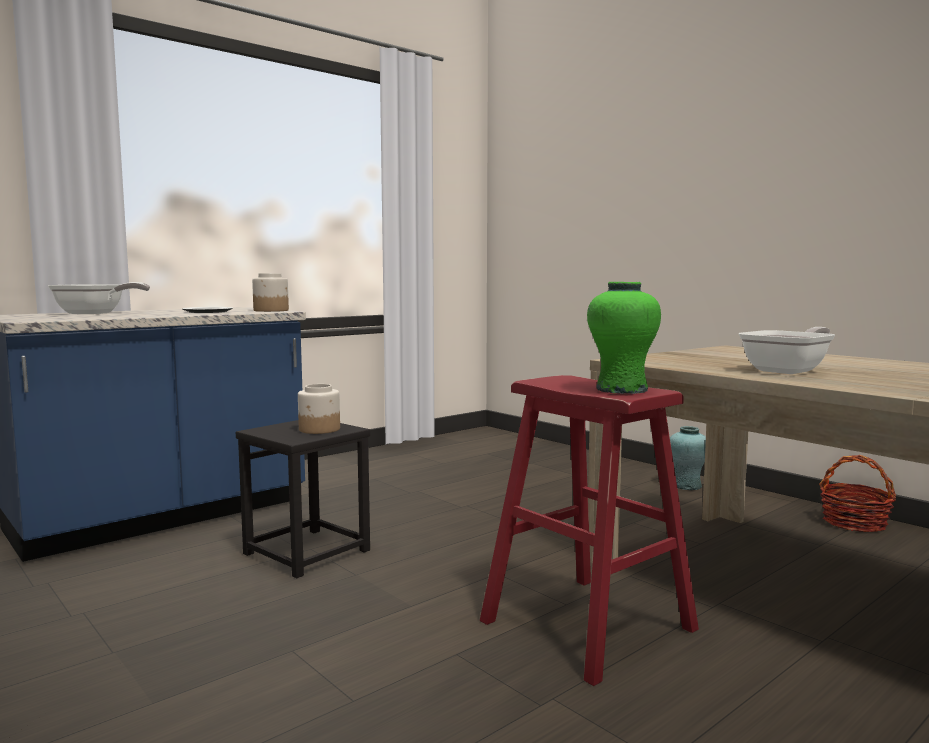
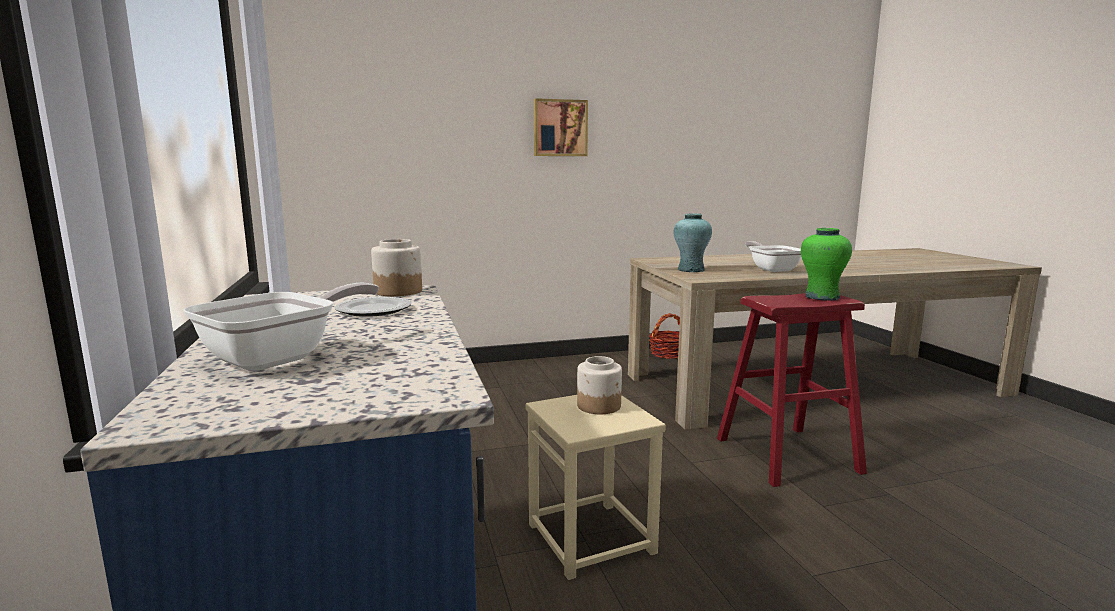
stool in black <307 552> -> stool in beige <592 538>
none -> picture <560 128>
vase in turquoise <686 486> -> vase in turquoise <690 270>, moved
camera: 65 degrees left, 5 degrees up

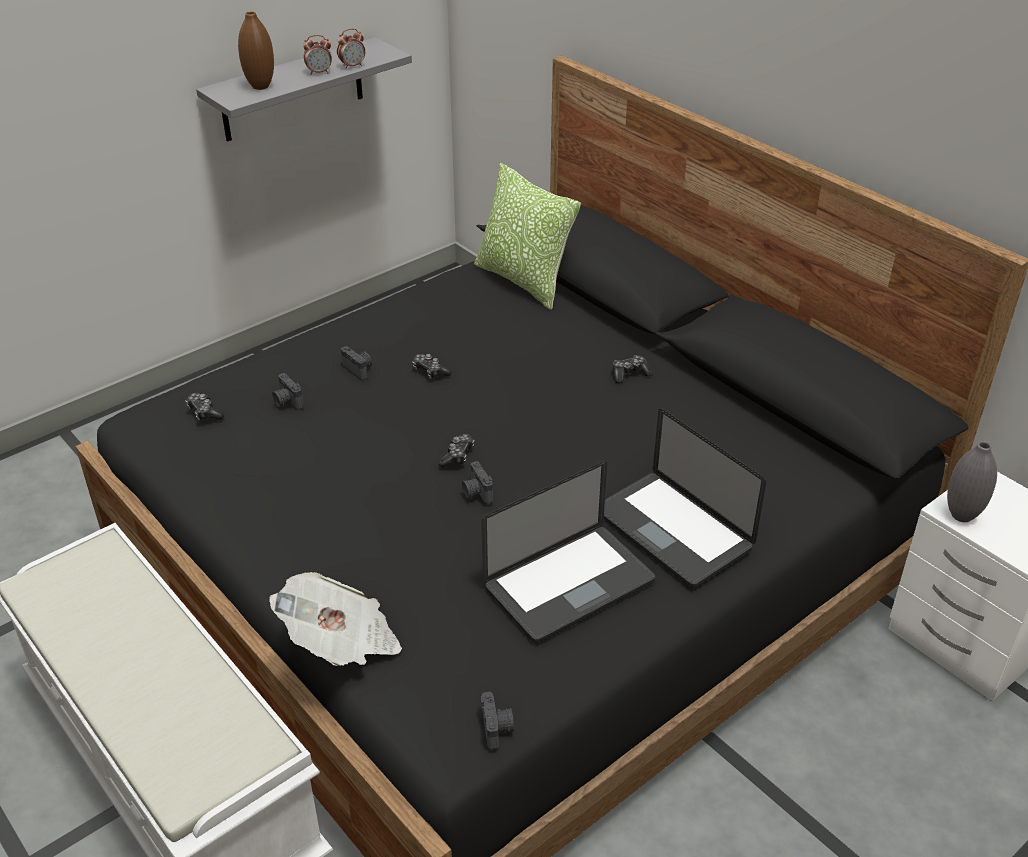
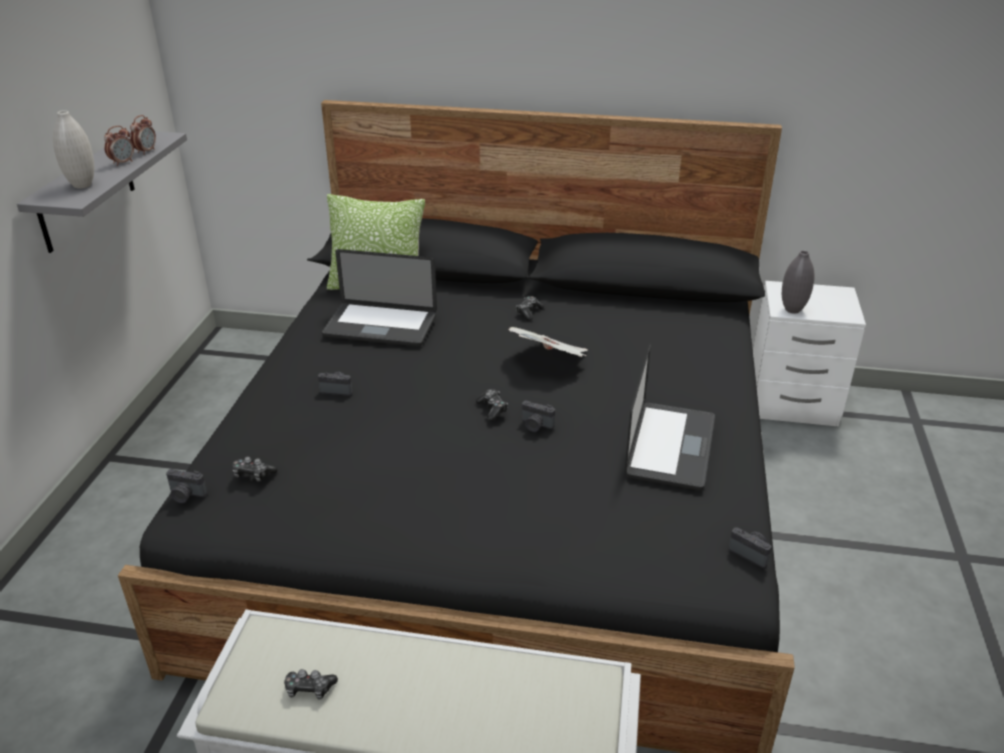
vase in brown <260 86> -> vase in white <82 185>
photo camera <287 402> -> photo camera <186 495>, moved
game controller <430 371> -> game controller <309 689>, moved
laptop <672 530> -> laptop <380 326>, moved
newspaper <341 642> -> newspaper <551 360>, moved
camera: 40 degrees left, 5 degrees down

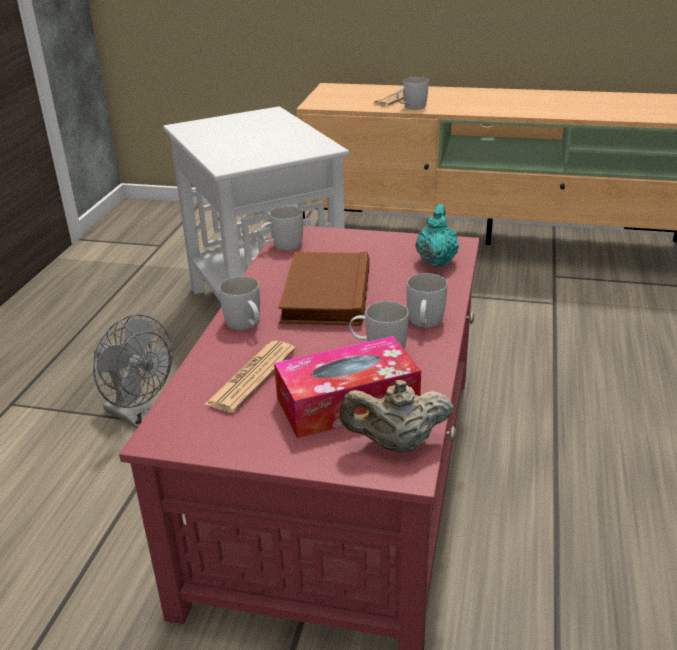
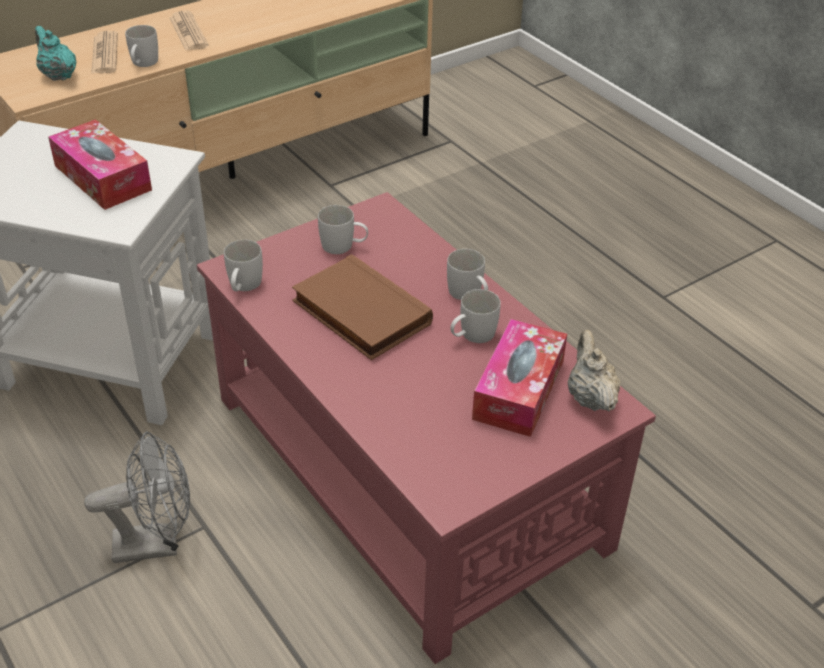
teapot in turquoise <436 260> -> teapot in turquoise <58 75>, moved
none -> tissue box <102 178>
newspaper <252 377> -> newspaper <188 32>, moved
mug in white <246 325> -> mug in white <343 246>, moved
teapot in beige <396 444> -> teapot in beige <589 397>, 135 degrees clockwise
camera: 50 degrees left, 10 degrees up

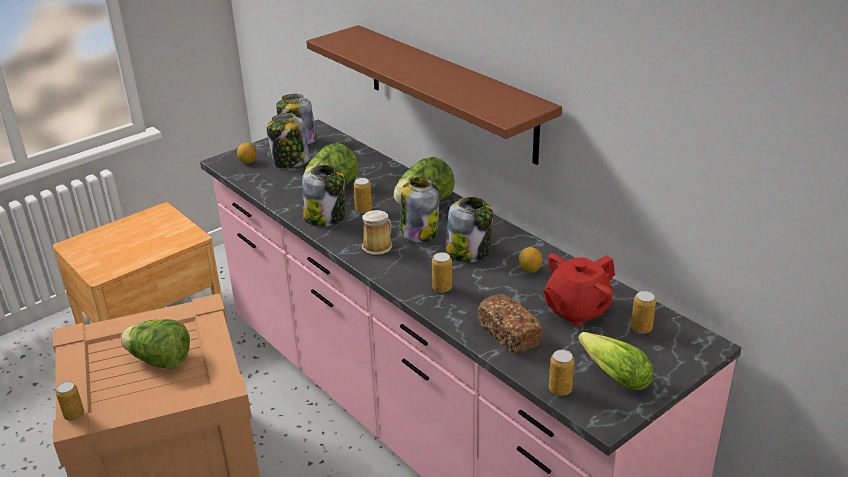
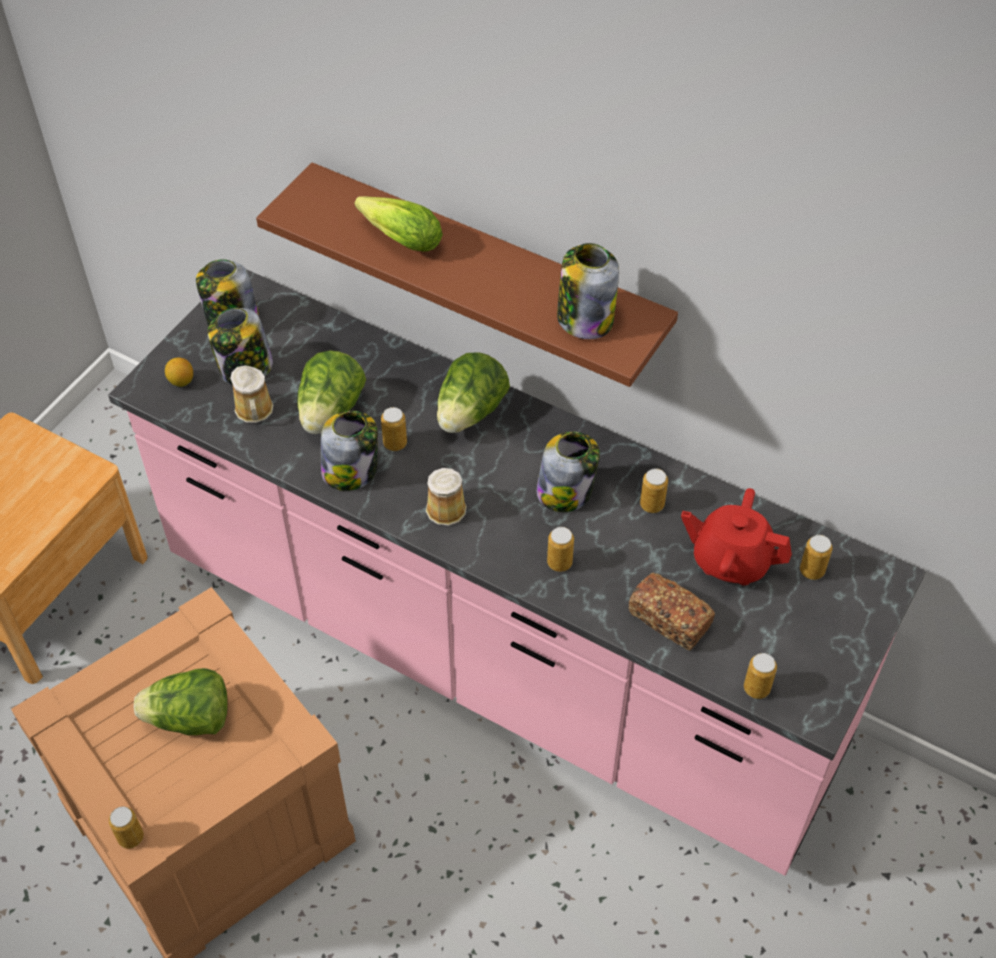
none -> mug <254 411>
lettuce <611 373> -> lettuce <397 237>, moved
jar <419 232> -> jar <584 318>, moved
lemon <530 269> -> can <652 504>
teapot in red <576 310> -> teapot in red <730 560>, 75 degrees clockwise
camera: 20 degrees left, 20 degrees up

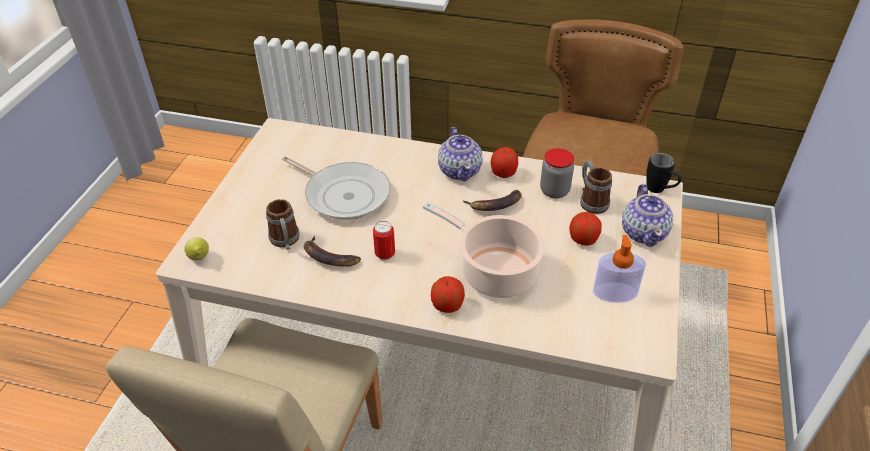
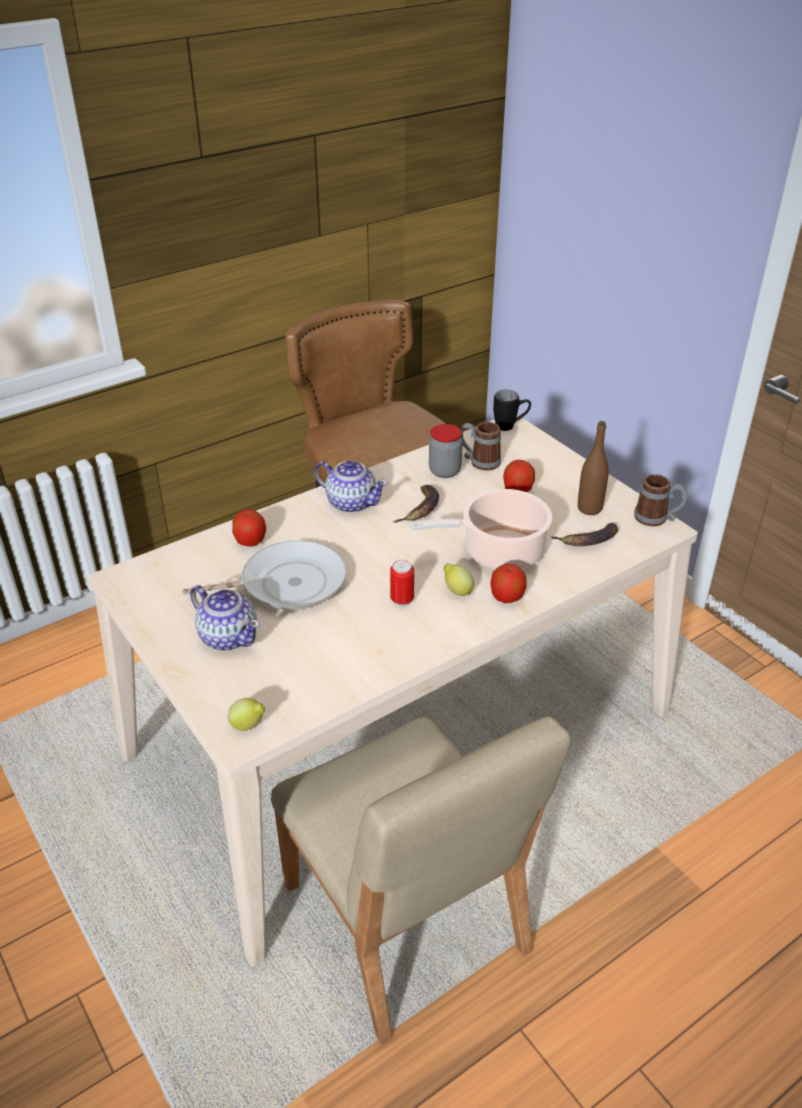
teapot <644 232> -> teapot <228 636>, moved
apple <503 173> -> apple <250 541>, moved
none -> lemon <457 591>
banana <329 257> -> banana <588 540>, moved
soap dispenser <615 292> -> bottle in brown <589 508>
mug <285 241> -> mug <657 519>, moved
camera: 50 degrees left, 5 degrees down

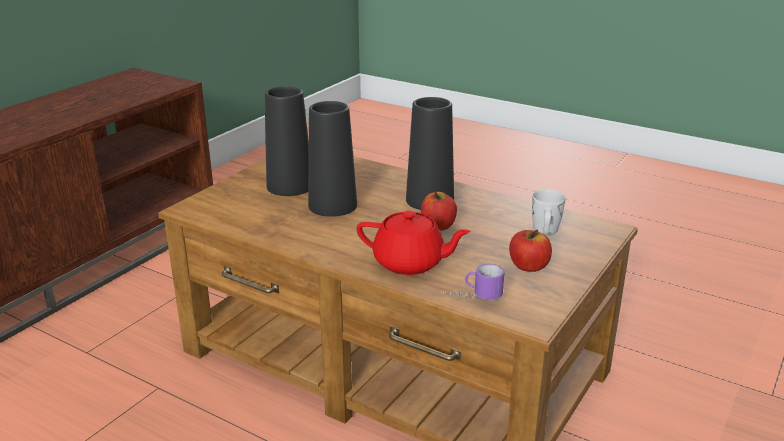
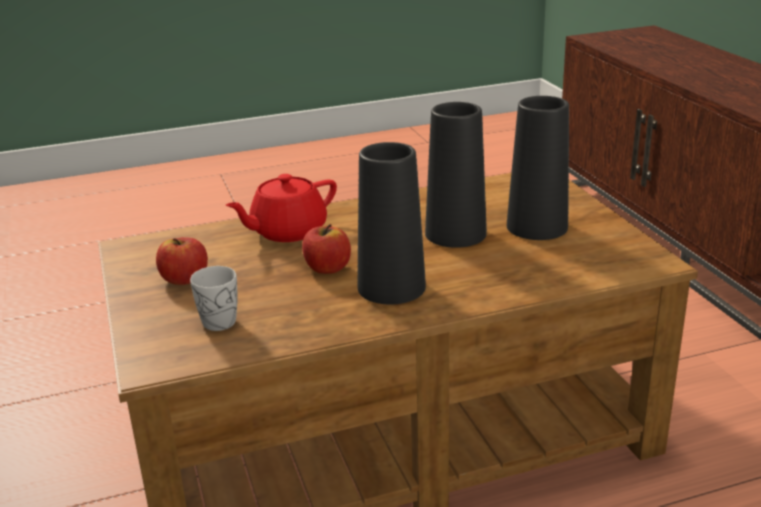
mug <471 298> -> none
camera: 130 degrees right, 0 degrees up

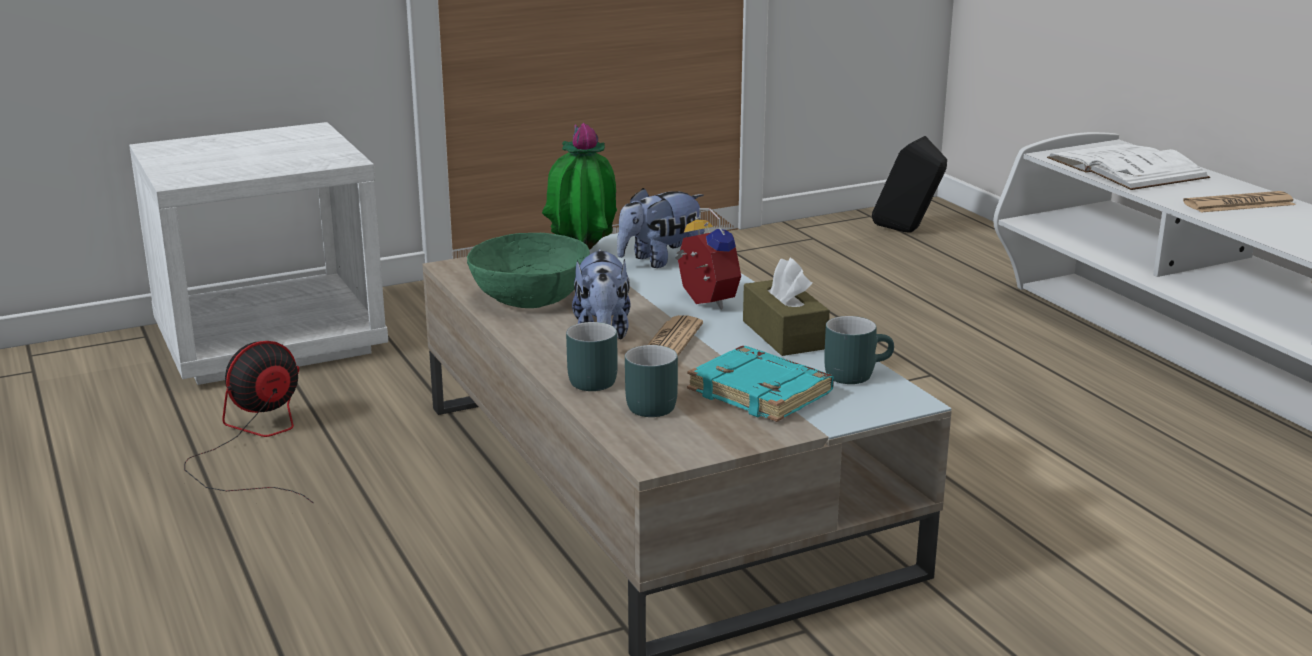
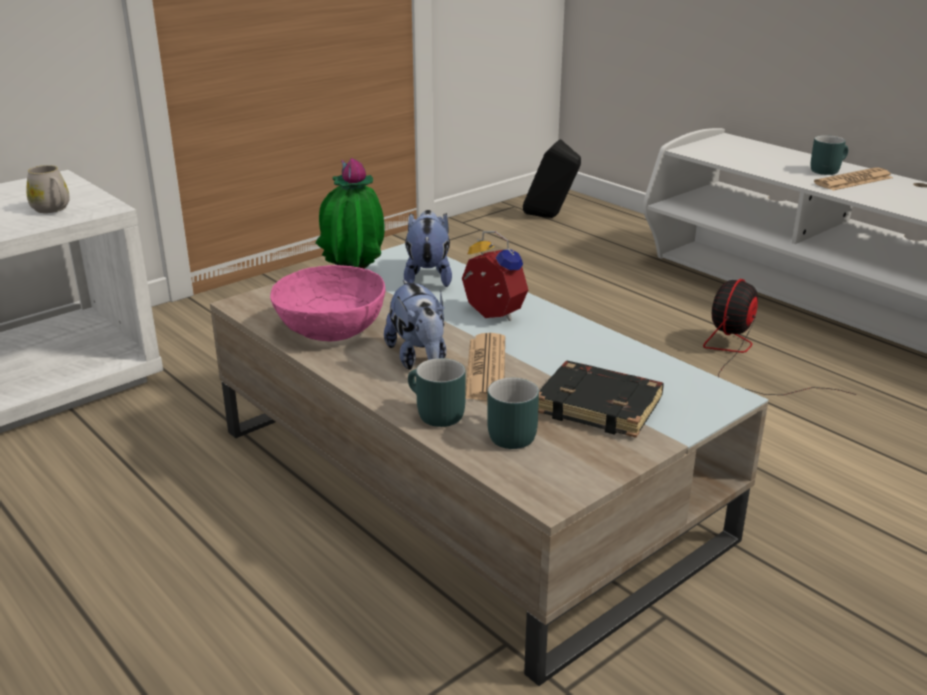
none -> mug in white <53 209>
bowl in green <530 297> -> bowl in pink <331 328>
plush toy <661 261> -> plush toy <428 277>, 135 degrees clockwise
book in turquoise <762 392> -> book in black <600 406>
fan <256 442> -> fan <743 357>, moved
mug in turquoise <855 373> -> mug in turquoise <826 170>, moved
tissue box in brown <784 335> -> none
book in white <1126 168> -> none
camera: 15 degrees left, 5 degrees up

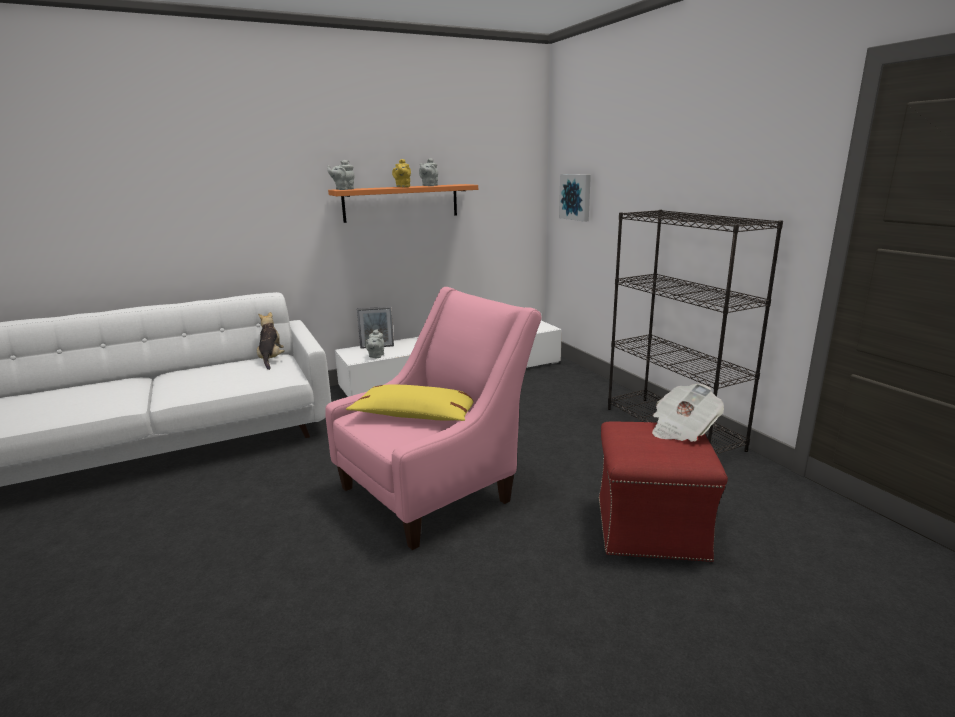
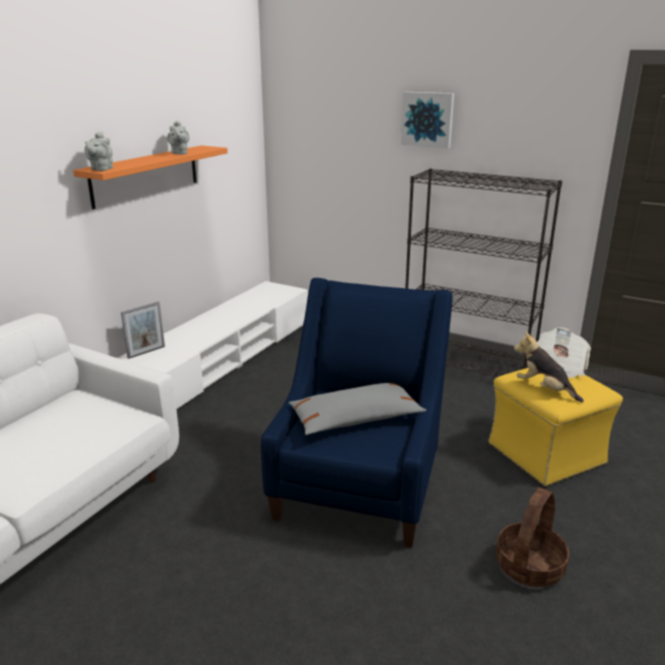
armchair in pink <436 489> -> armchair in blue <359 486>
pillow in yellow <415 415> -> pillow in grey <355 419>
picture <576 197> -> picture <428 119>, moved
ottoman in red <651 528> -> ottoman in yellow <546 454>
none -> basket <530 566>
plush toy <271 359> -> plush toy <544 389>, moved
teapot in grey <375 356> -> none
teapot in yellow <402 187> -> none
camera: 35 degrees left, 5 degrees up

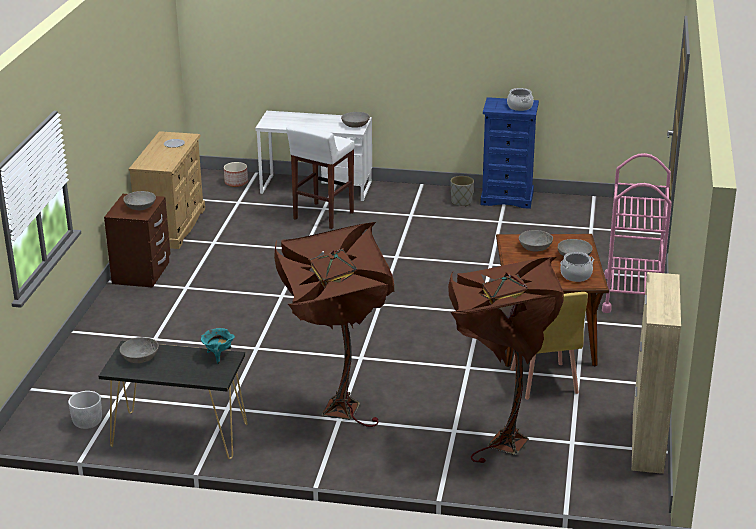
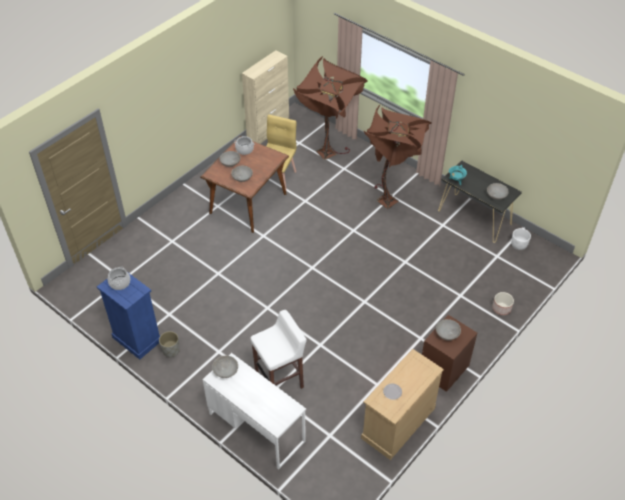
planter <236 183> -> planter <501 308>, moved
cart in pink <632 295> -> none
camera: 150 degrees left, 20 degrees up

